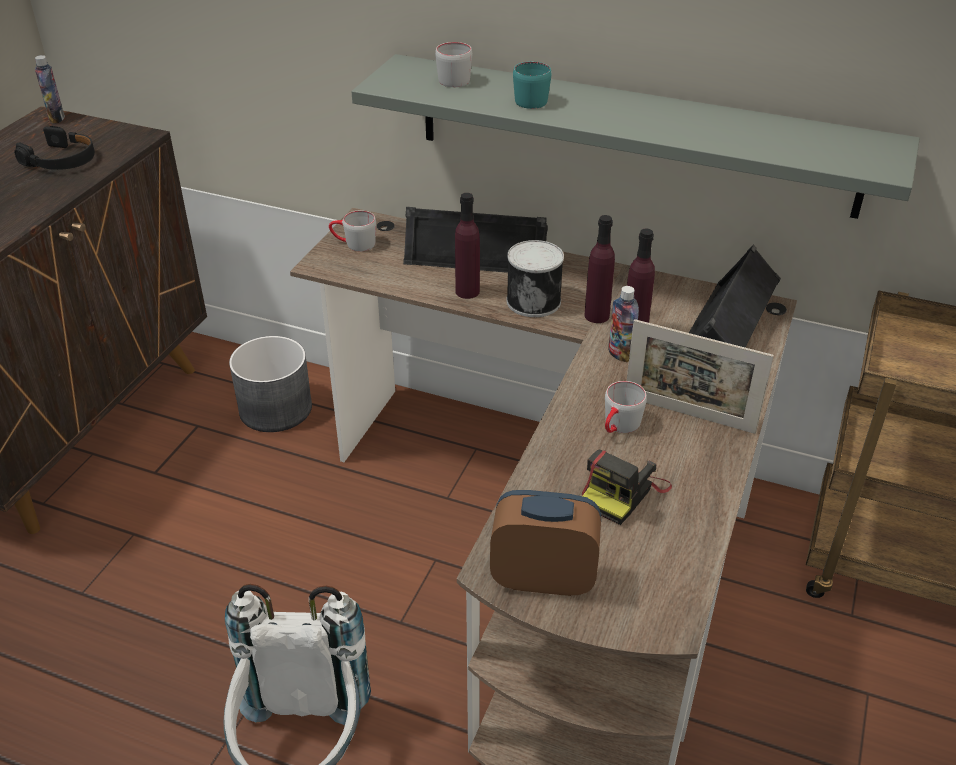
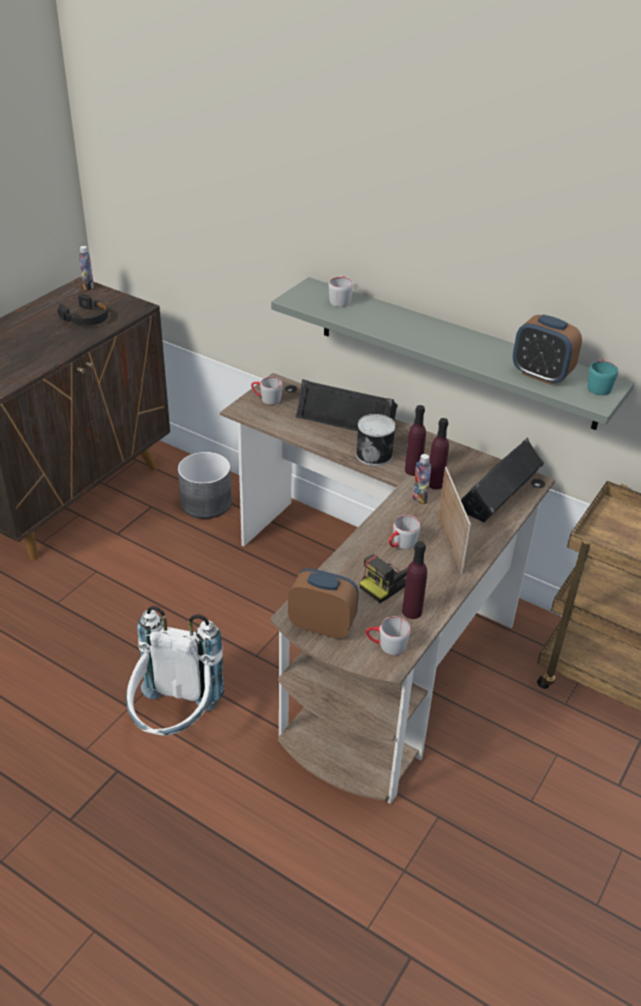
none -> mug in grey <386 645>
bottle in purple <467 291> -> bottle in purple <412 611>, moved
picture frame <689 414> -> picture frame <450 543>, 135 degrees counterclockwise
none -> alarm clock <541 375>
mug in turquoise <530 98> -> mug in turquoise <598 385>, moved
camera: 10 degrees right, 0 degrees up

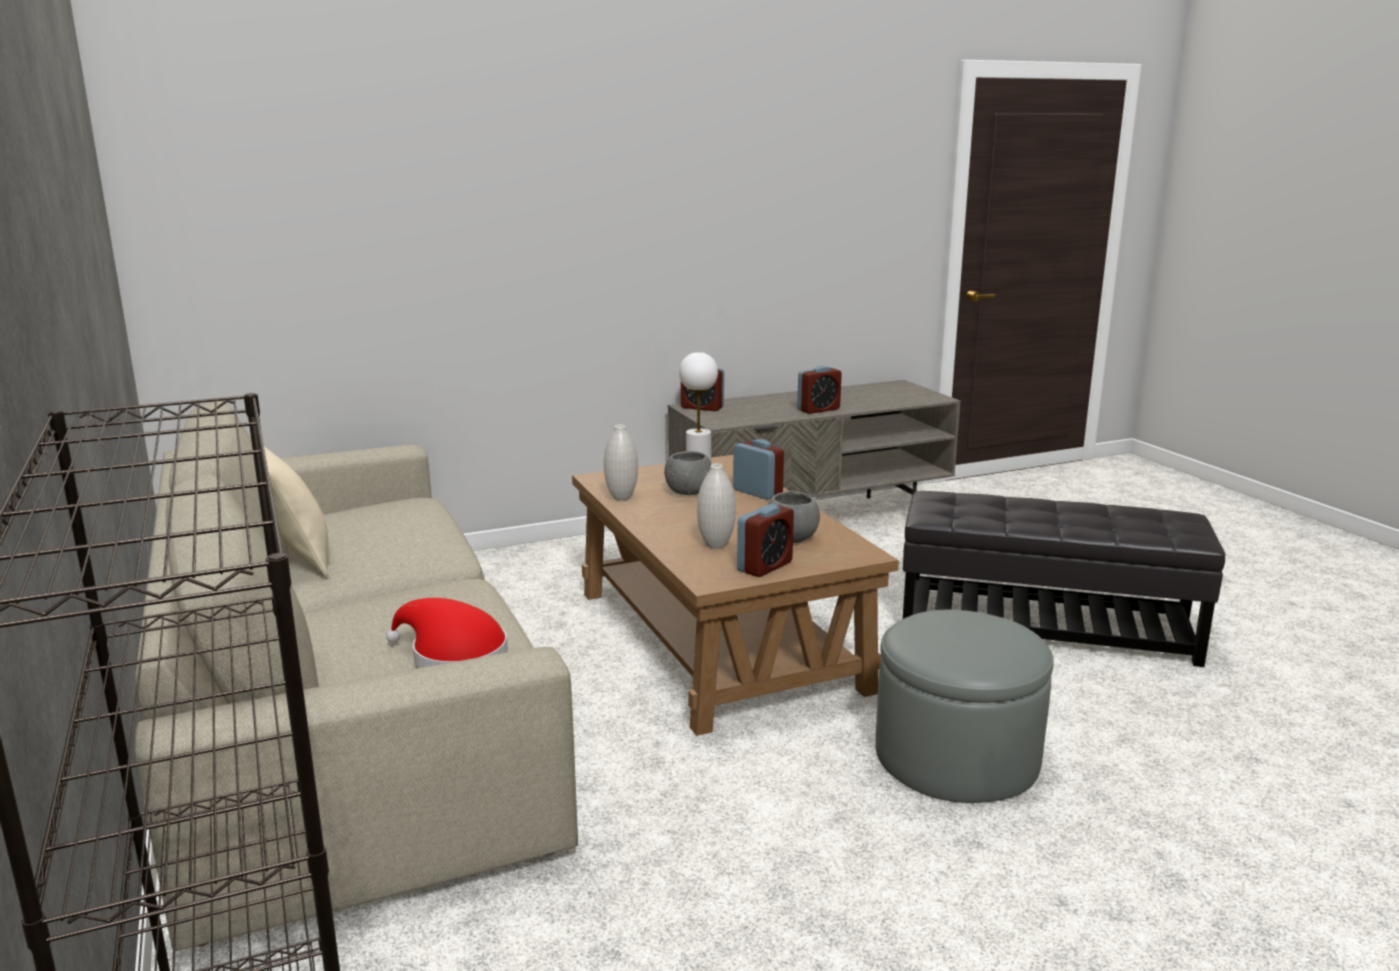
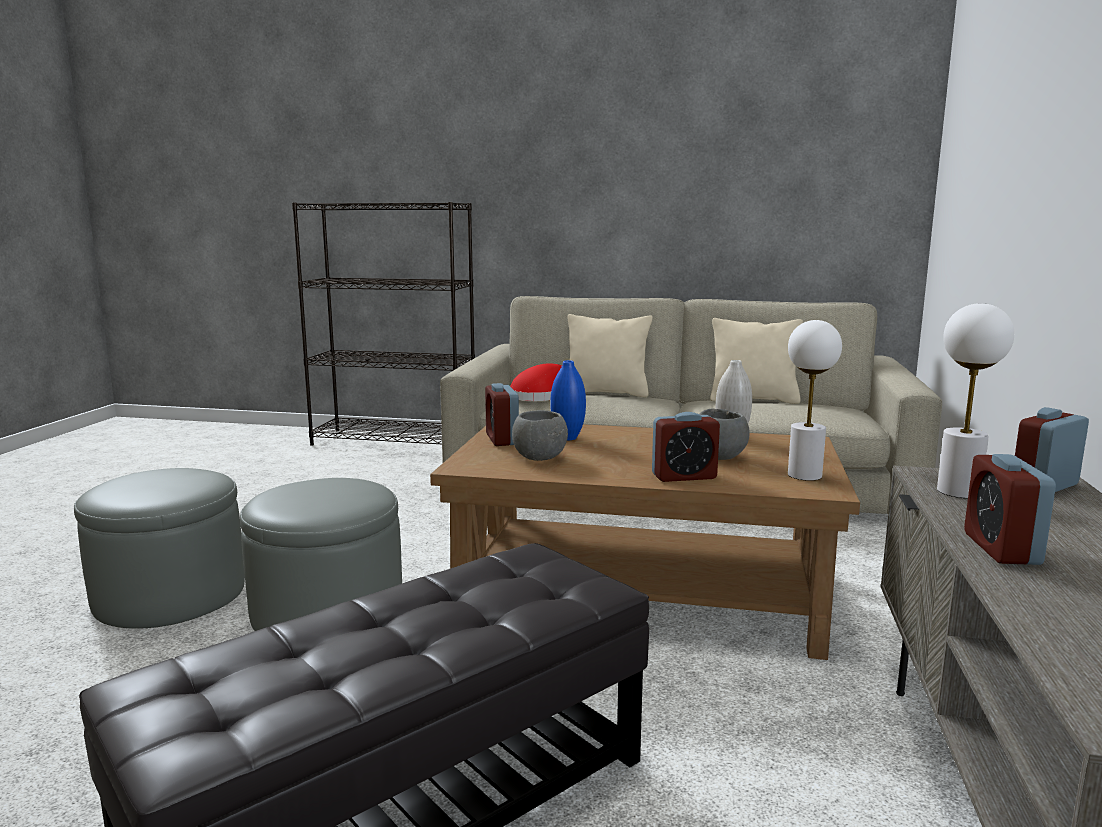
none -> ottoman in grey <170 594>
vase in white <716 545> -> vase in blue <567 438>
none -> pillow in beige <607 393>
none -> table lamp in white <959 492>
camera: 125 degrees right, 5 degrees down

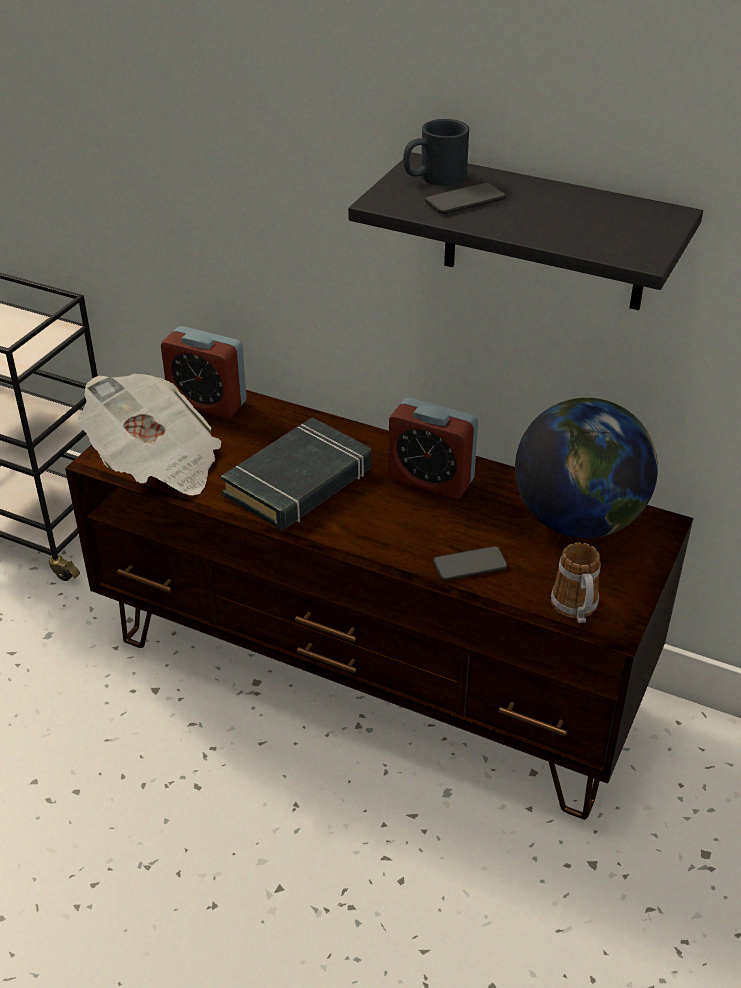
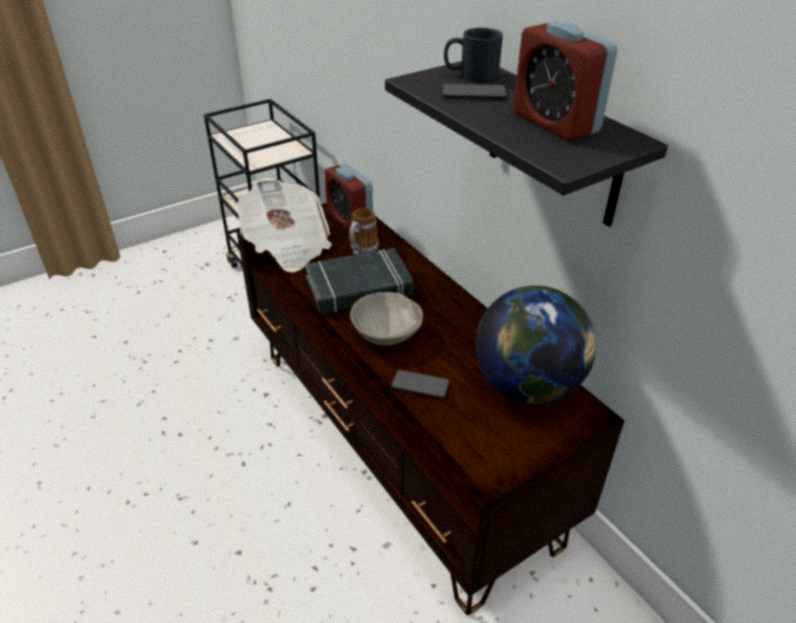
mug <576 610> -> mug <361 250>, moved
none -> bowl in grey <385 333>
alarm clock <431 480> -> alarm clock <555 123>, moved
camera: 30 degrees right, 0 degrees up

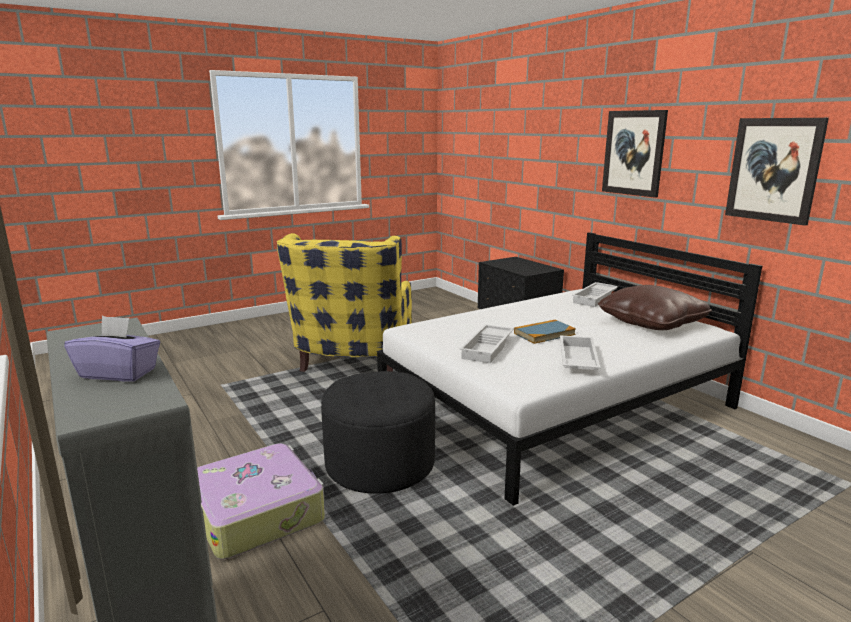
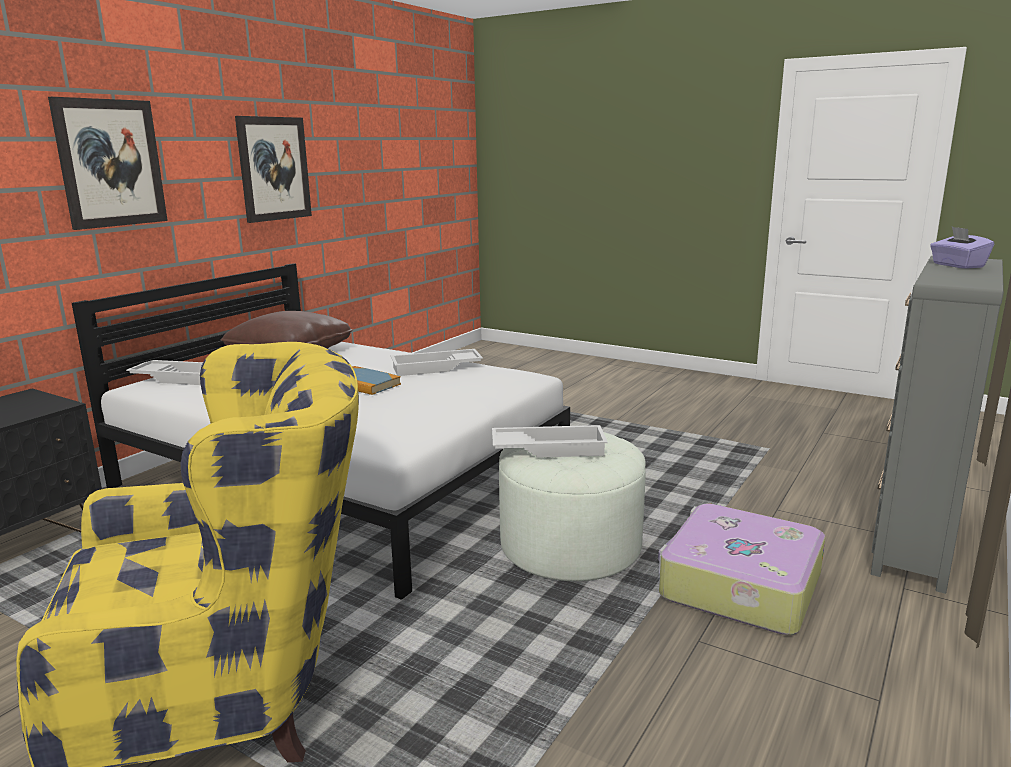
tray in white <488 348> -> tray in white <549 448>, moved
ottoman in black <380 463> -> ottoman in white <570 545>
camera: 115 degrees left, 0 degrees up

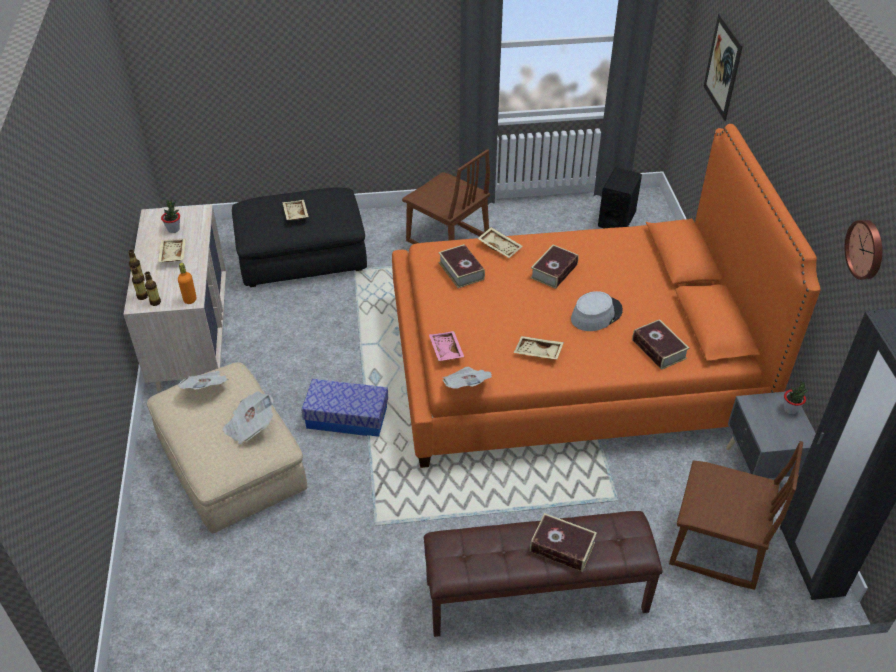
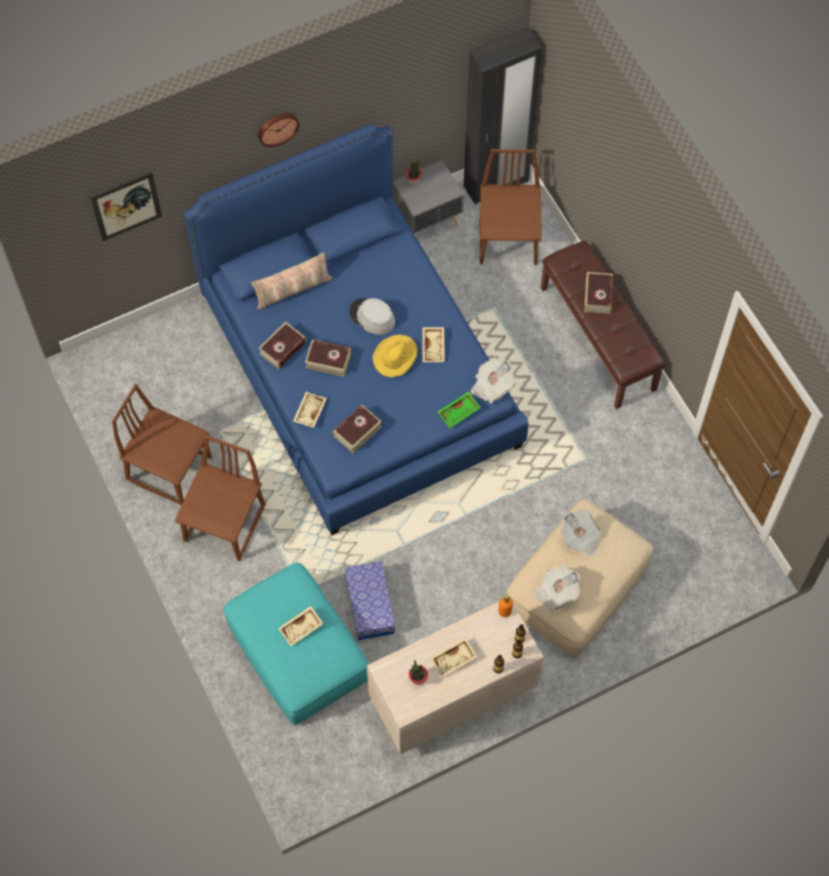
none -> chair in brown <170 467>
bed in orange <570 362> -> bed in blue <359 372>
ottoman in black <302 255> -> ottoman in turquoise <297 652>
none -> pillow <292 289>
wall clock <866 249> -> wall clock <277 128>, moved
book <659 349> -> book <282 348>, moved
storage box <346 418> -> storage box <370 606>, moved
none -> hat in yellow <395 356>
tray in pink <445 350> -> tray in green <459 413>
speaker in black <616 219> -> none
camera: 110 degrees left, 20 degrees up

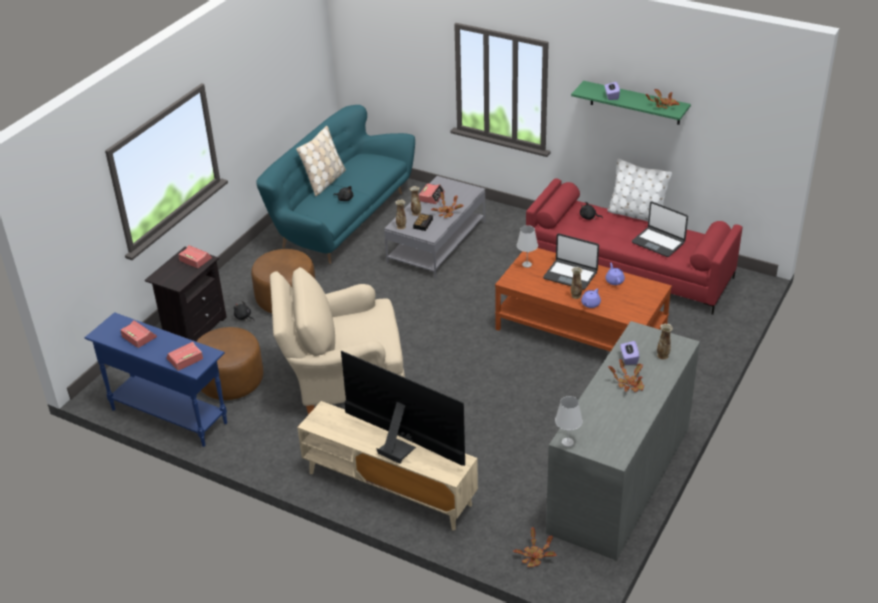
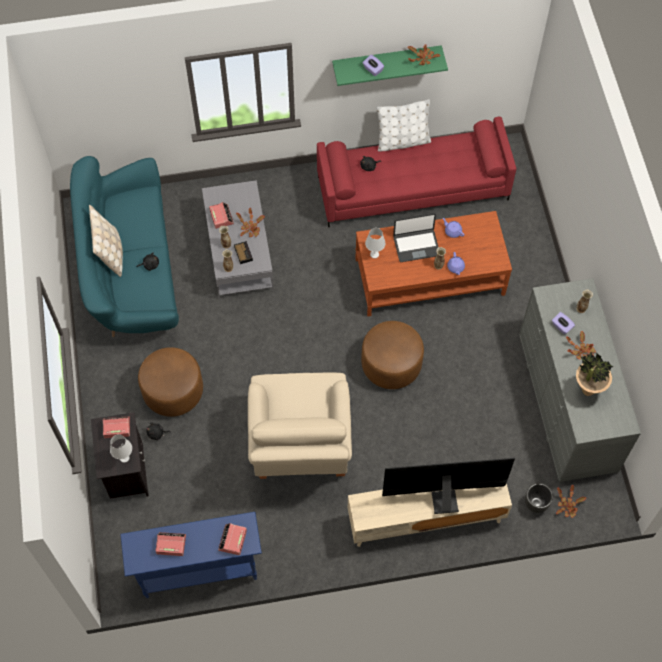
table lamp in white <567 442> -> table lamp in white <124 457>, moved
armchair in beige <342 381> -> armchair in beige <300 445>, 45 degrees counterclockwise
ottoman in brown <231 381> -> ottoman in brown <391 364>, moved
none -> planter in black <536 504>
none -> potted plant <587 390>
laptop <658 242> -> none
camera: 40 degrees left, 25 degrees up

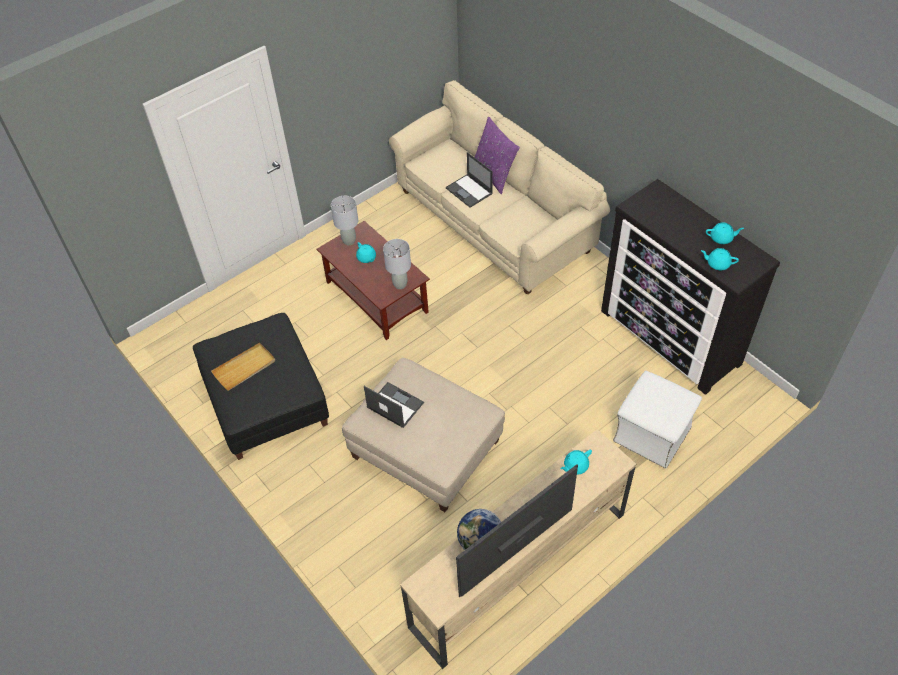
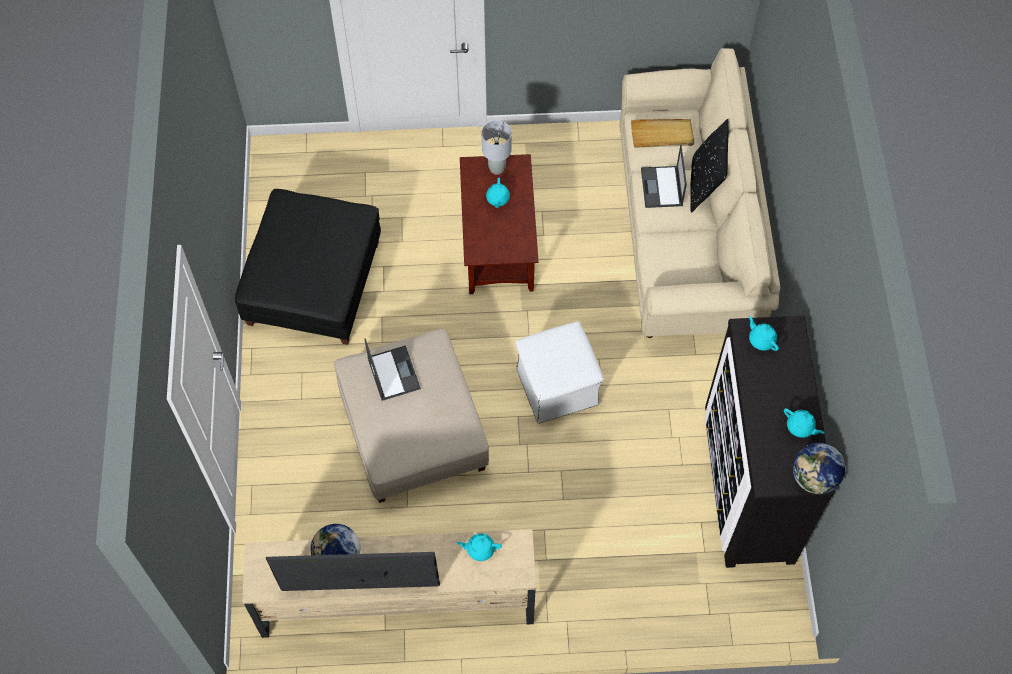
ottoman in white <652 434> -> ottoman in white <557 387>, moved
tray in beige <244 368> -> tray in beige <662 135>, moved
pillow in purple <494 174> -> pillow in black <705 184>
teapot in turquoise <717 264> -> teapot in turquoise <761 340>, moved
none -> globe <814 478>
table lamp in grey <400 284> -> none
camera: 35 degrees right, 10 degrees up

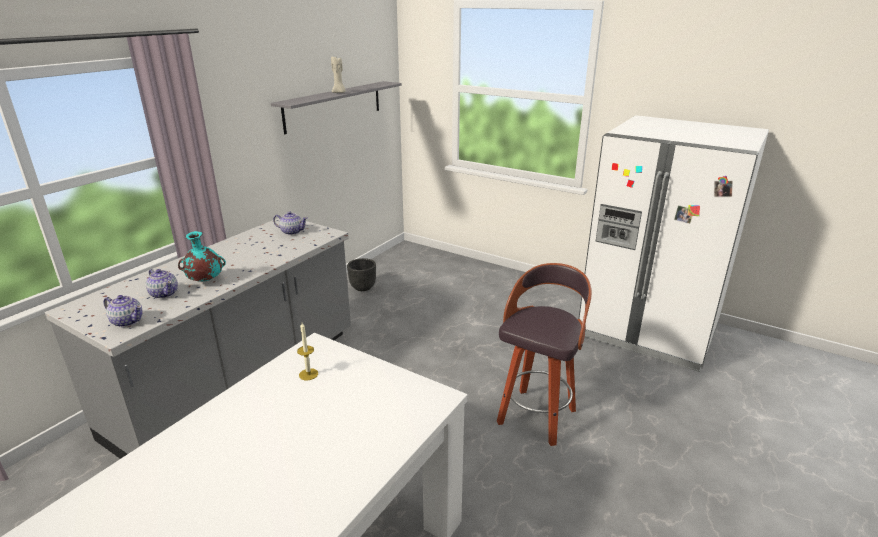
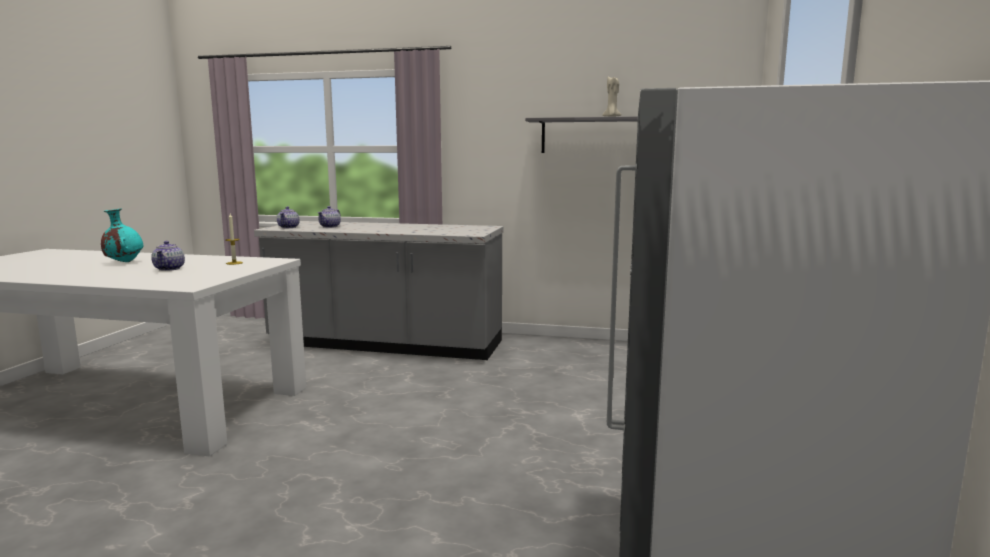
vase in turquoise <205 281> -> vase in turquoise <124 262>, moved
teapot <291 232> -> teapot <169 269>, moved
planter in black <362 287> -> none
stool <537 415> -> none
camera: 70 degrees right, 15 degrees down

